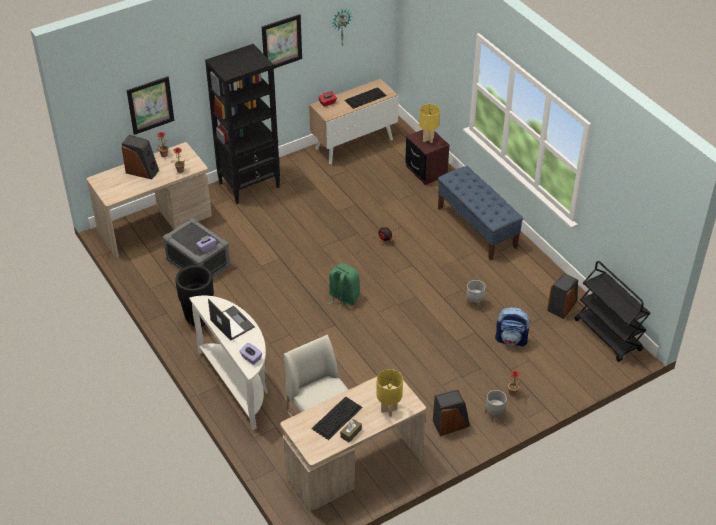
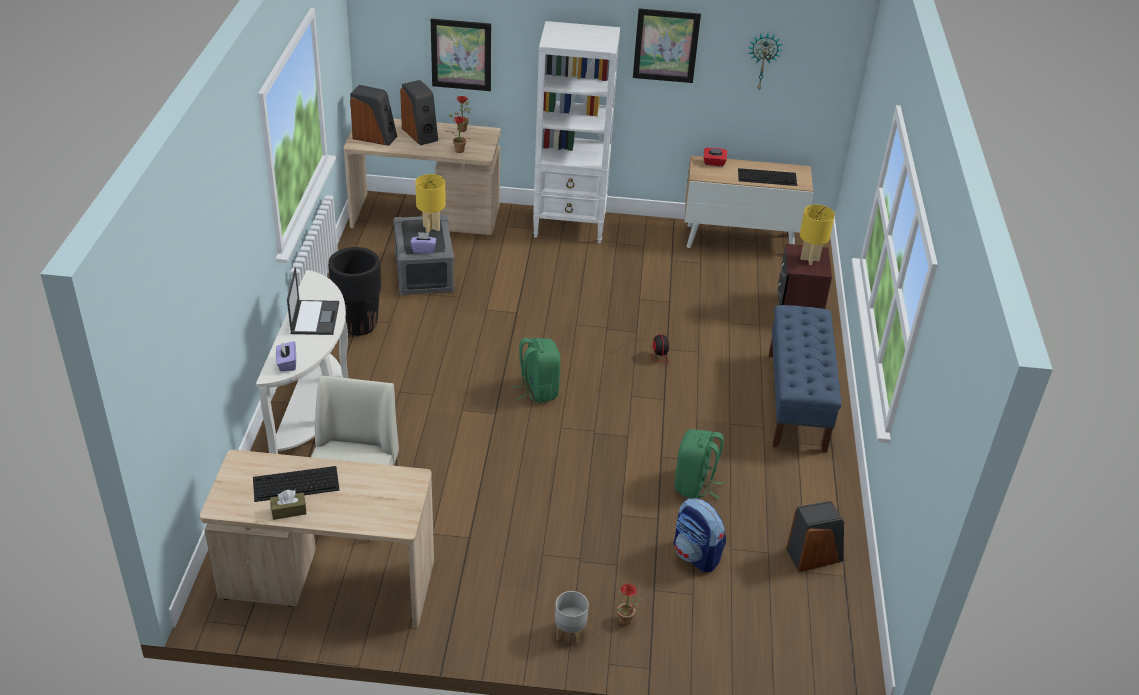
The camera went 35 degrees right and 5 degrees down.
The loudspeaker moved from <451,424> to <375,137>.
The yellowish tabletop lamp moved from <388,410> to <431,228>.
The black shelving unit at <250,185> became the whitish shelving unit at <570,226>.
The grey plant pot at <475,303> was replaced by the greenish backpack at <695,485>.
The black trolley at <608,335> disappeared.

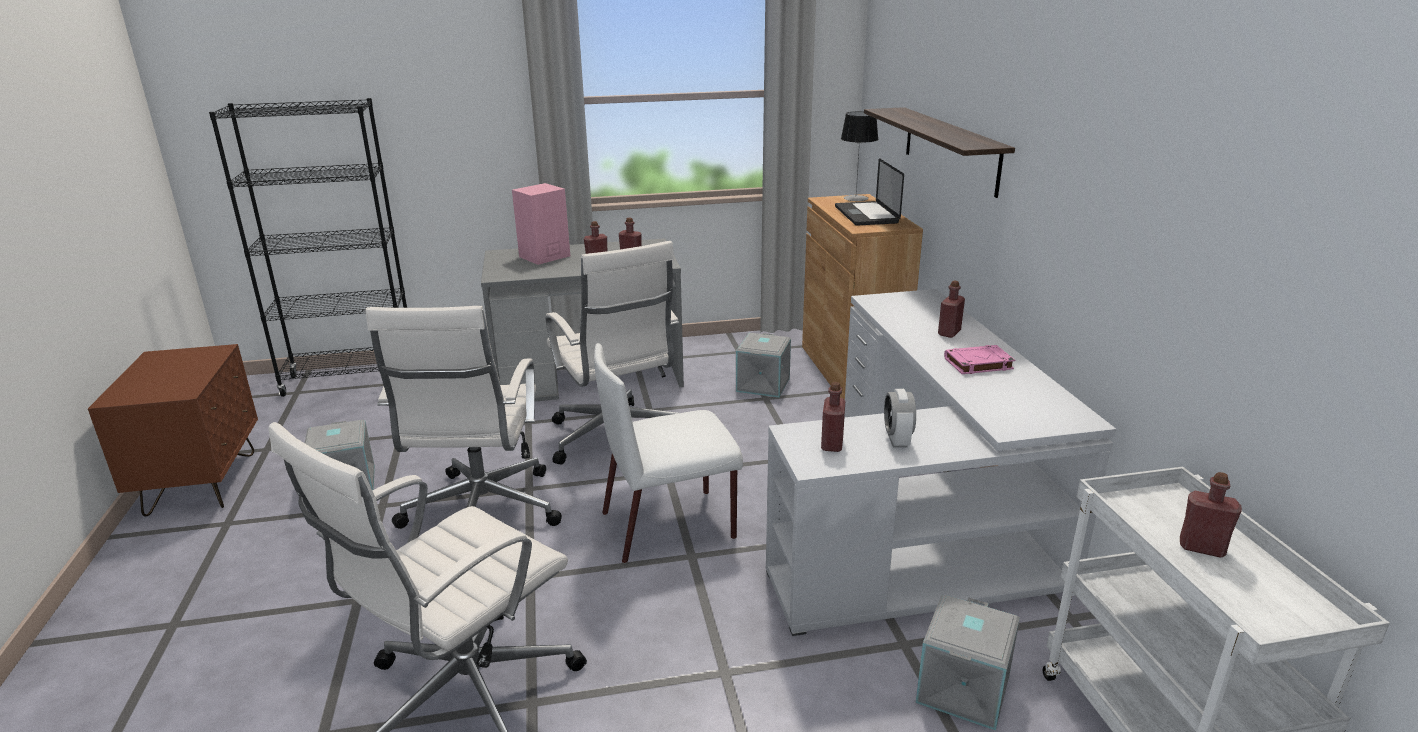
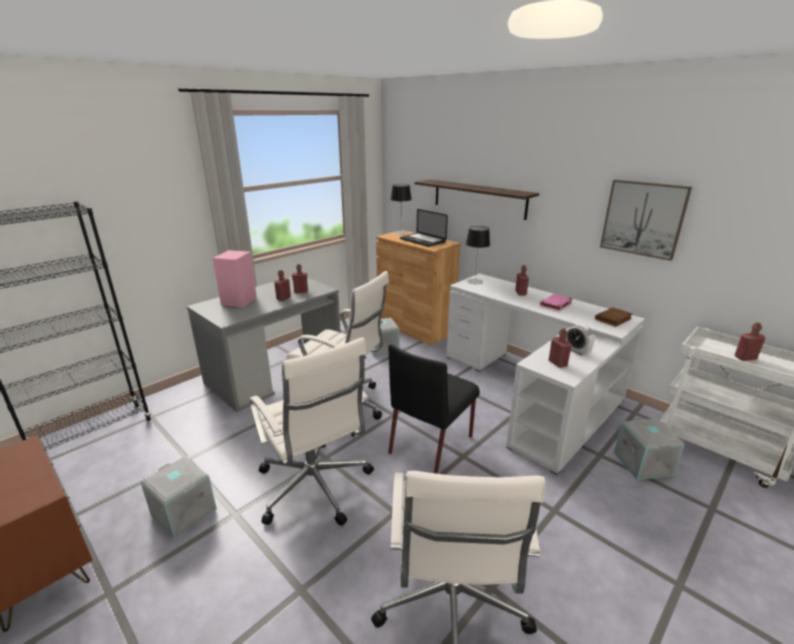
The camera went 35 degrees left and 0 degrees up.
The whitish plain chair at <670,525> became the black plain chair at <432,443>.
The tabletop lamp at <475,281> appeared.
The brown bound book at <613,319> appeared.
The picture at <643,218> appeared.

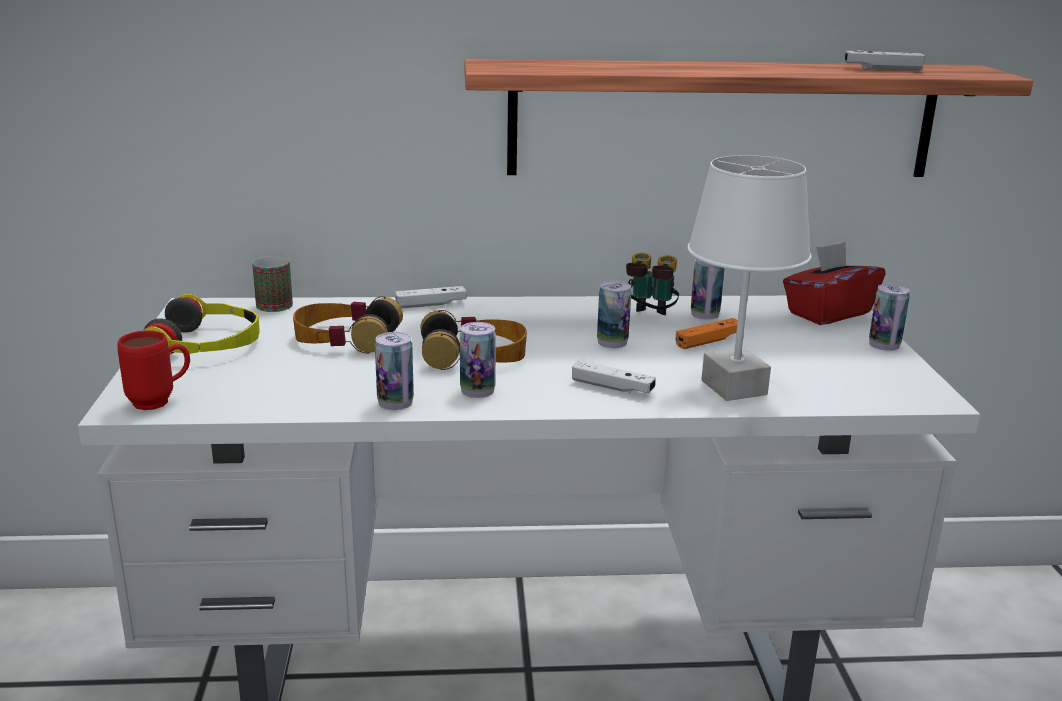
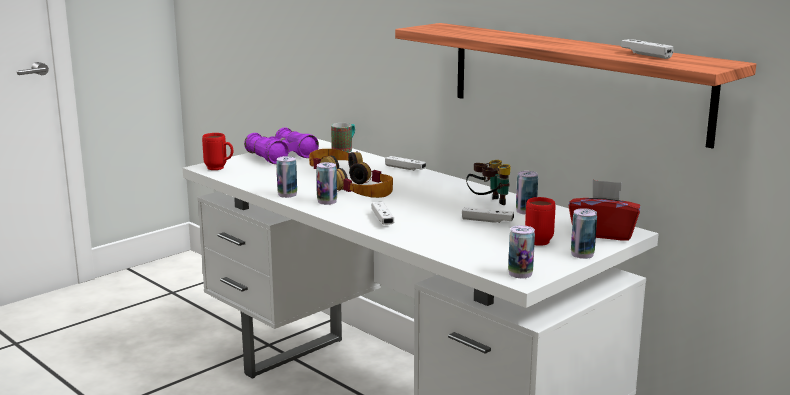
The camera went 50 degrees right and 5 degrees down.
The headset at <207,344> was replaced by the purplish field glasses at <281,156>.
The orangey gamepad at <708,341> became the whitish gamepad at <487,221>.
The metal can moved from <612,342> to <520,274>.
The red coffee mug at <536,240> appeared.
The whitish tabletop lamp at <732,387> disappeared.

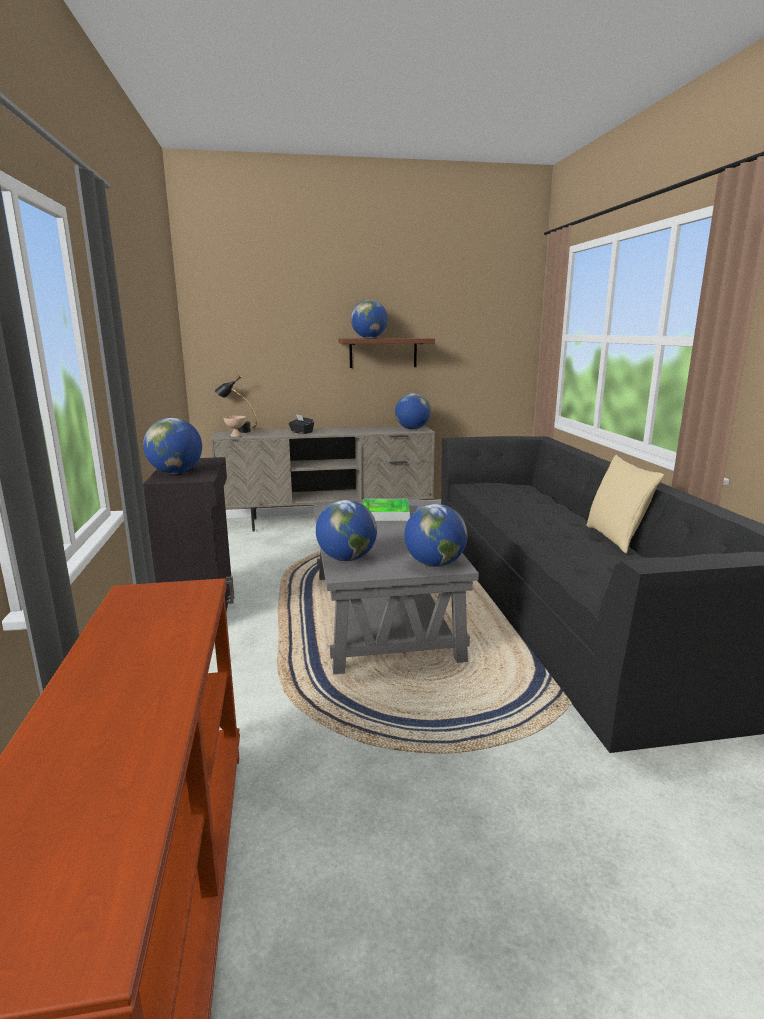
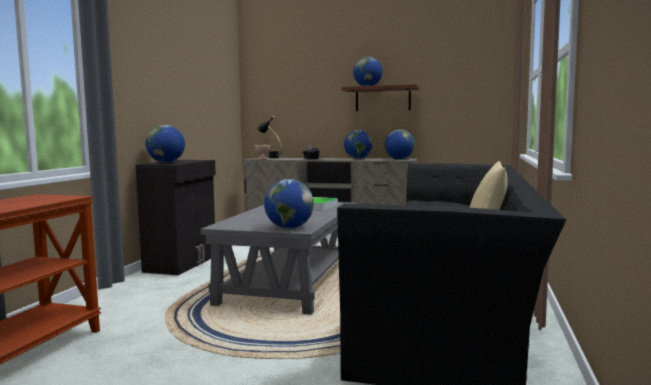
The camera went 25 degrees right and 10 degrees down.
The world globe moved from <347,559> to <358,158>.

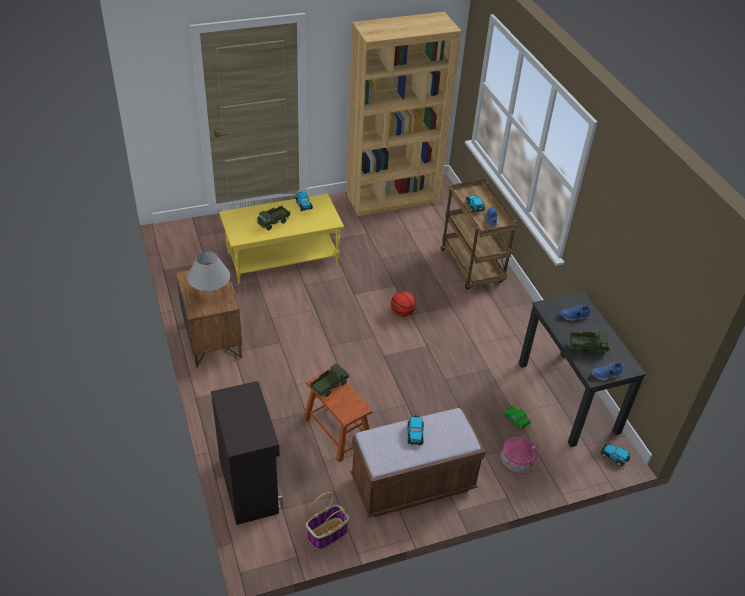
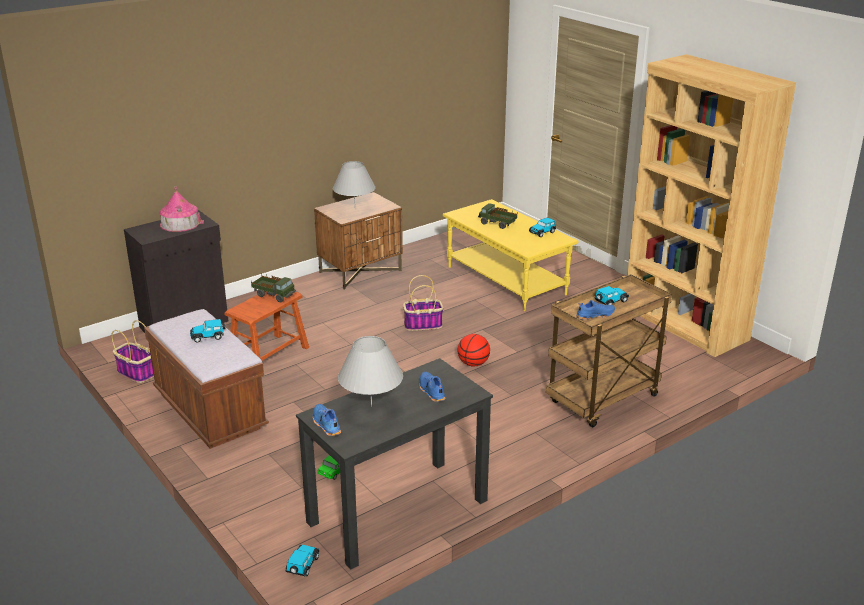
The camera went 75 degrees right and 15 degrees down.
The model house moved from <517,458> to <180,223>.
The toy truck at <587,348> was replaced by the grey tabletop lamp at <371,406>.
The storage basket at <423,324> appeared.

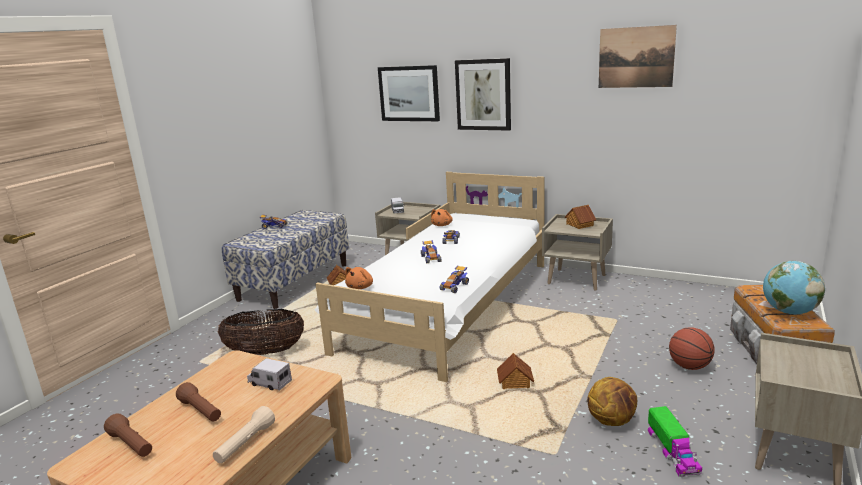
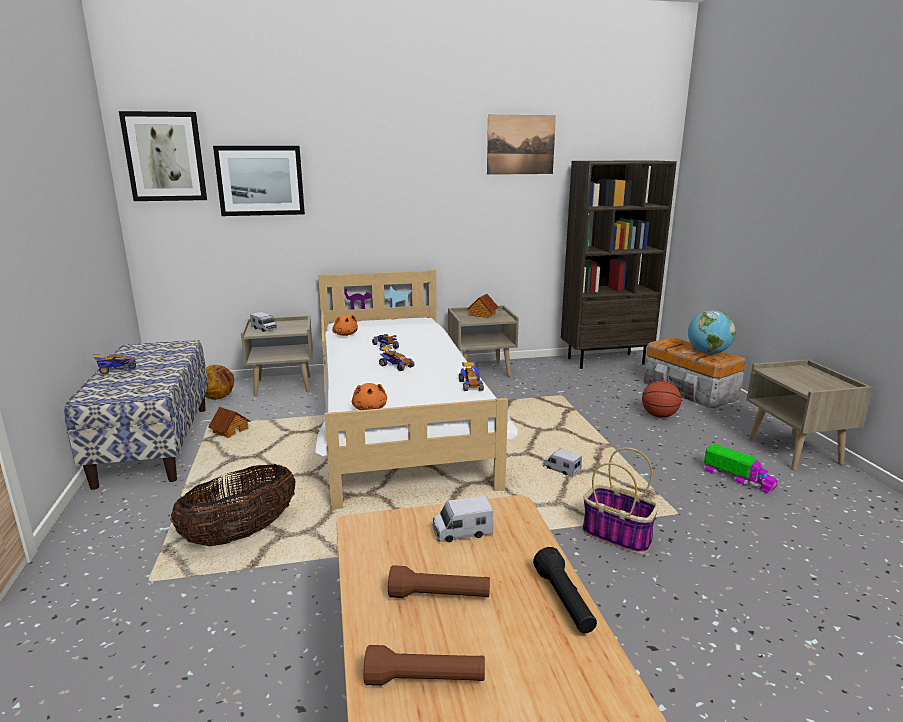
The camera went 40 degrees left and 0 degrees up.
The picture moved from <483,94> to <165,157>.
The basketball ball moved from <612,421> to <218,397>.
The sand-coloured torch at <245,444> became the black torch at <564,602>.
The model house at <514,383> was replaced by the toy truck at <561,469>.
The brown shelving unit at <605,361> appeared.
The storage basket at <618,535> appeared.

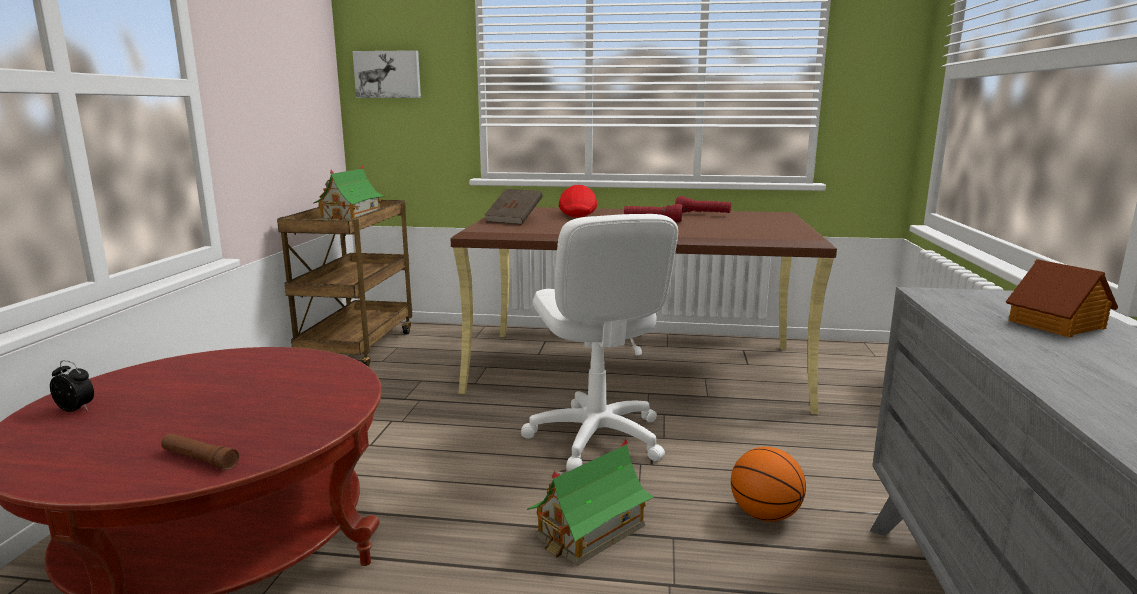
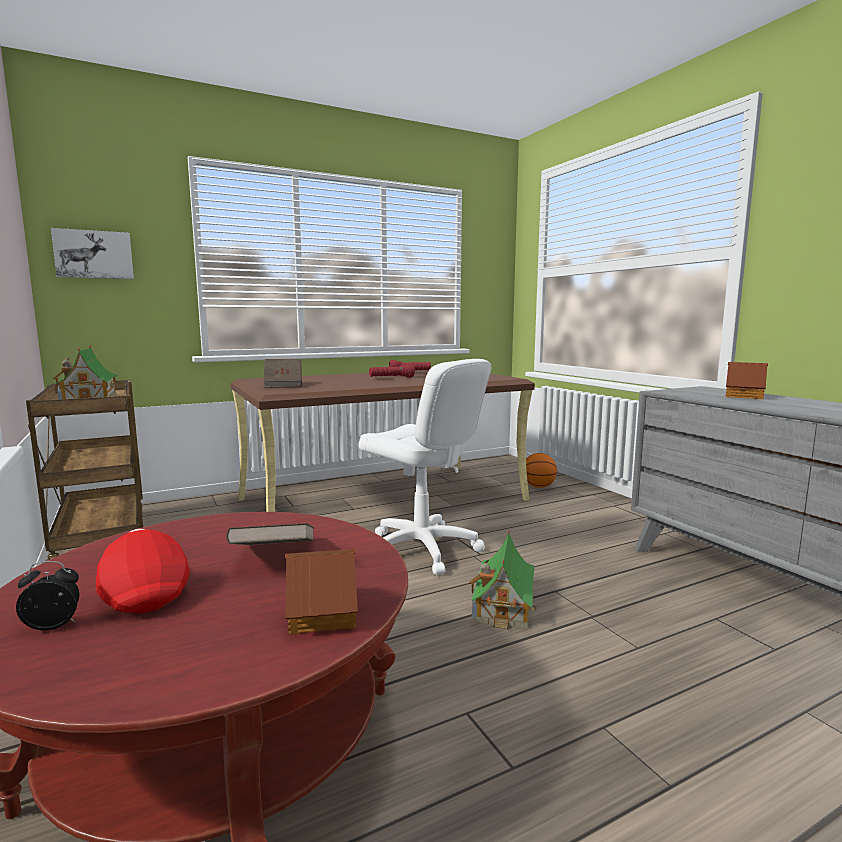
The camera went 35 degrees left and 5 degrees down.
The red cap moved from <578,214> to <145,593>.
The brown bound book at <275,558> appeared.
The brown torch at <199,459> was replaced by the model house at <321,612>.
The basketball ball moved from <765,515> to <538,487>.

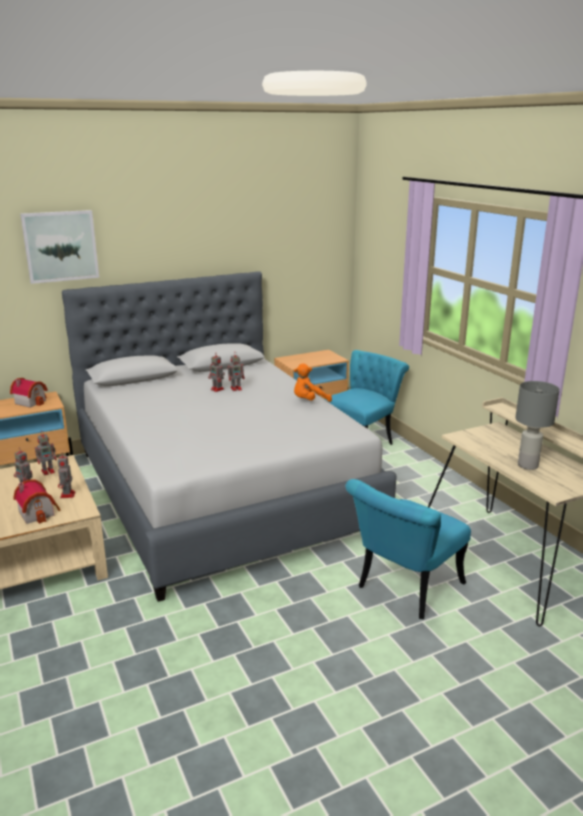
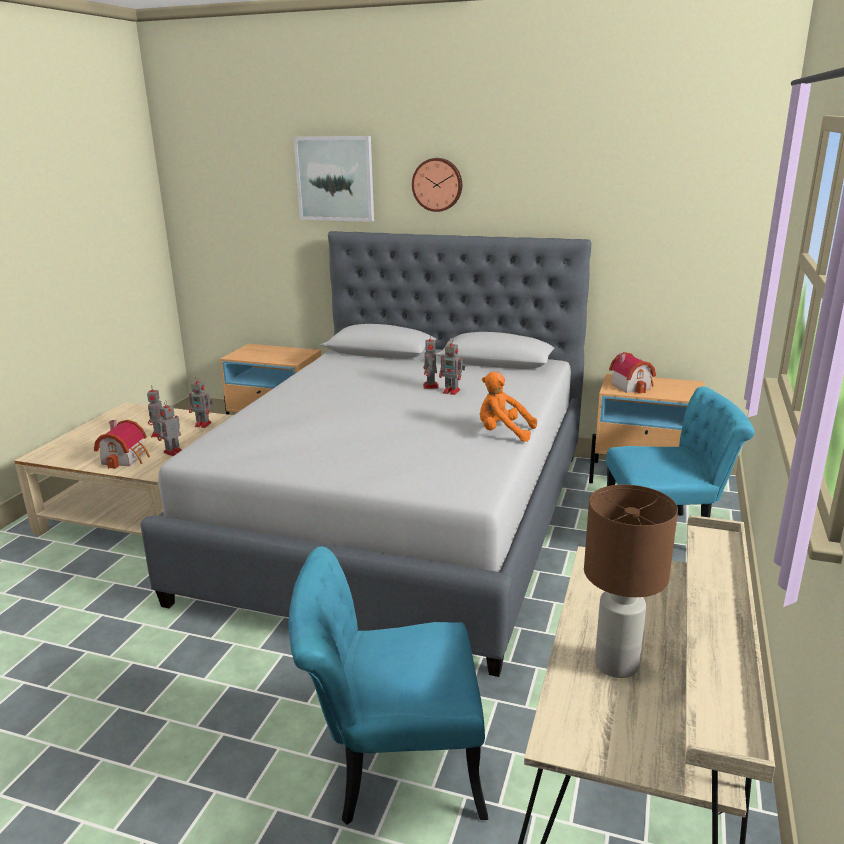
The camera went 45 degrees right and 0 degrees up.
The hanging clock at <437,184> appeared.
The grey tabletop lamp at <527,465> became the brown tabletop lamp at <615,664>.
The model house moved from <31,401> to <632,386>.

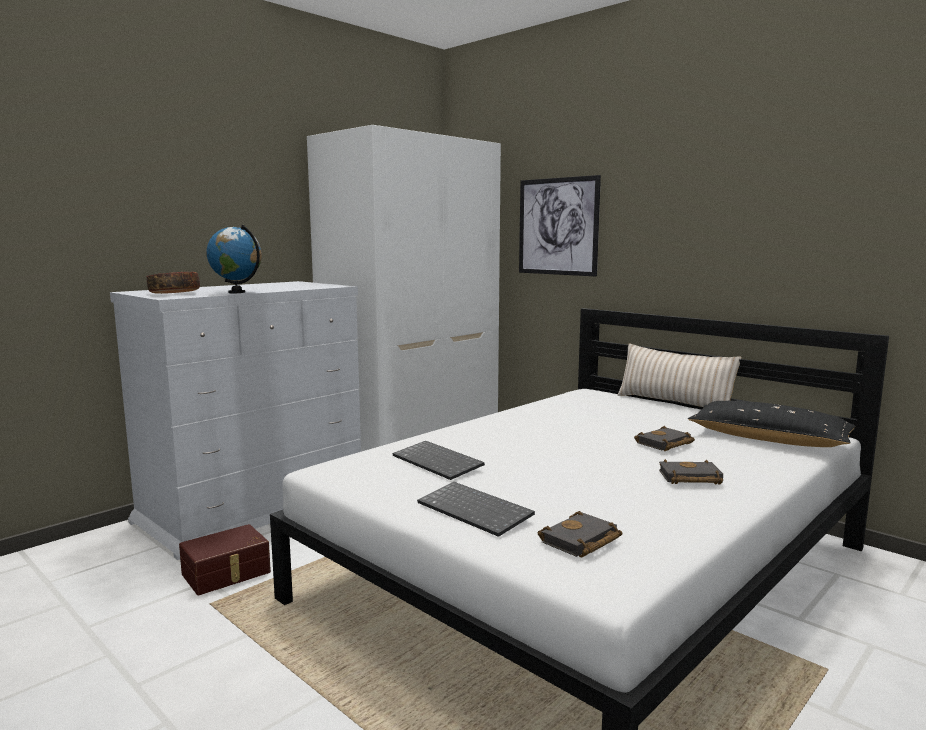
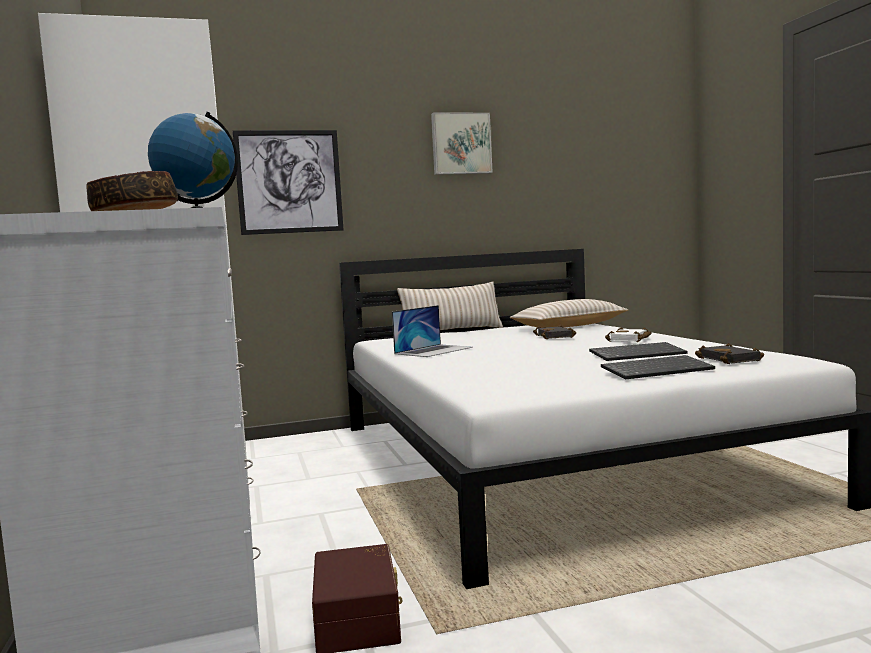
The camera went 60 degrees left and 5 degrees down.
The portable computer at <434,350> appeared.
The picture at <460,144> appeared.
The black cushion at <768,439> became the sand-coloured cushion at <569,326>.
The keyboard moved from <439,462> to <637,354>.
The black bound book at <689,478> became the whitish bound book at <630,339>.

